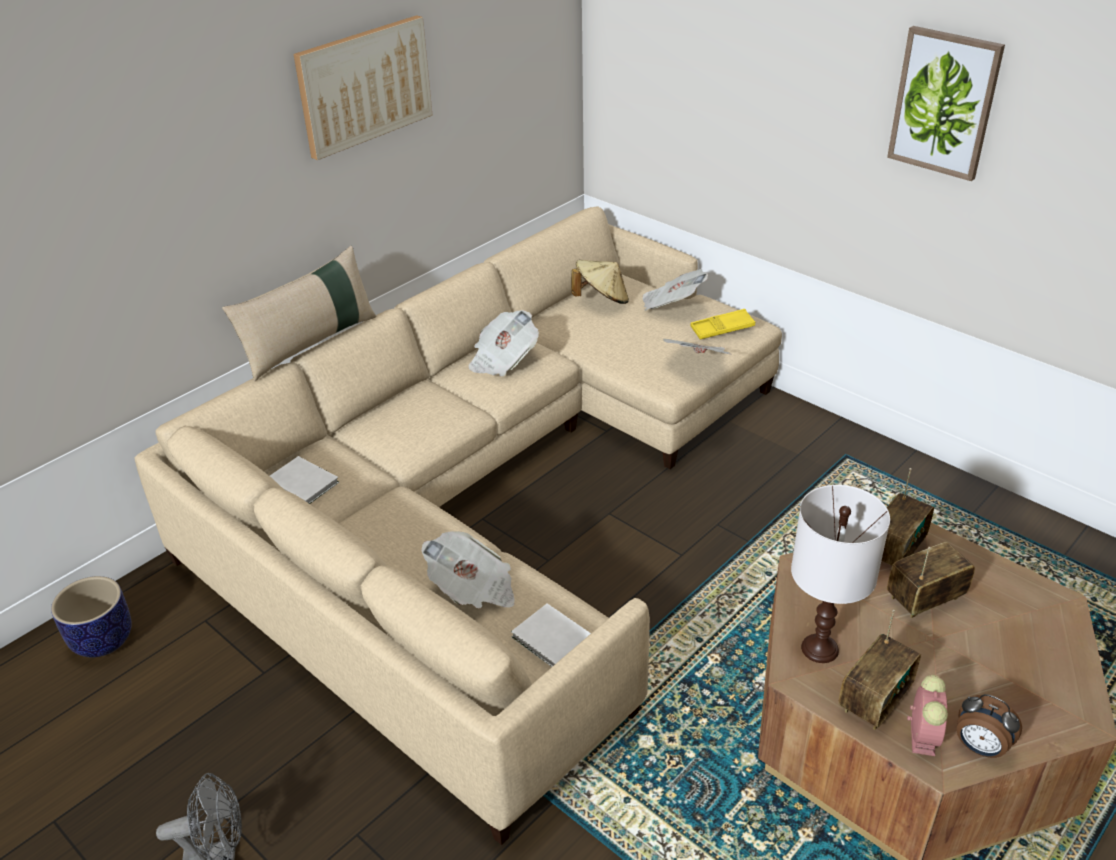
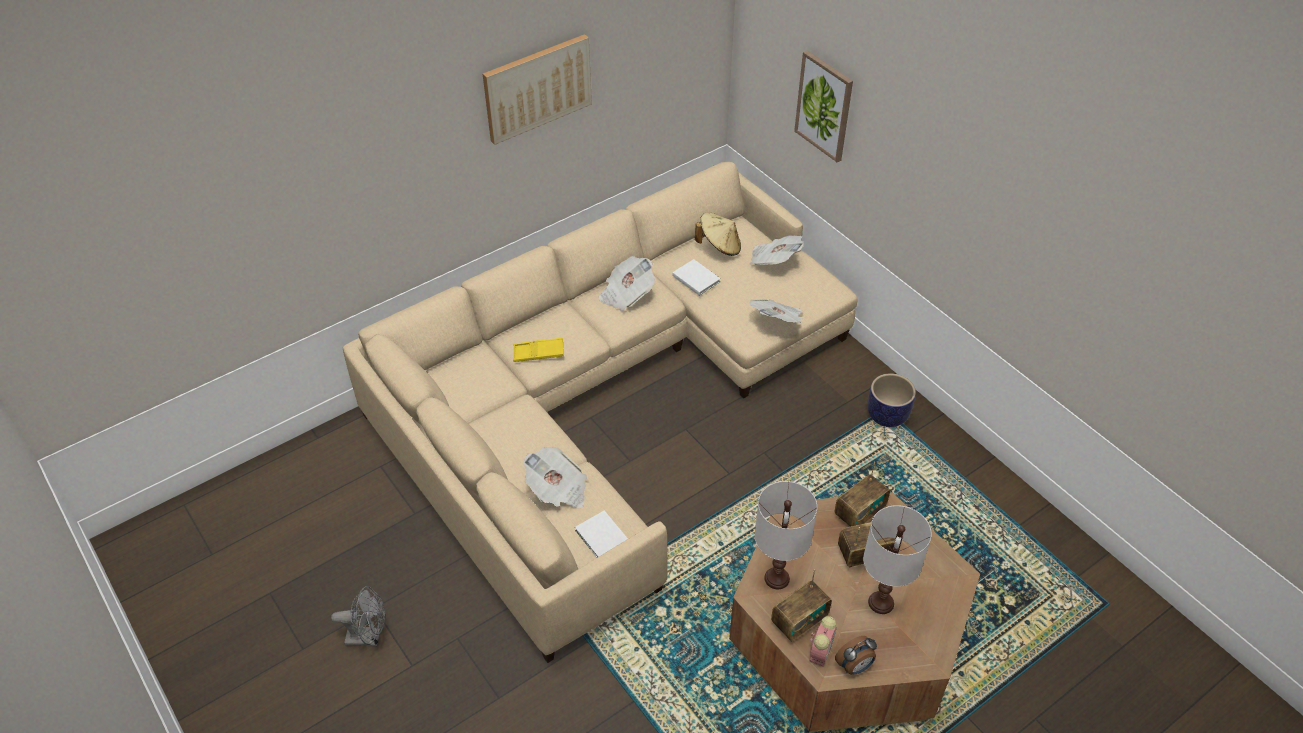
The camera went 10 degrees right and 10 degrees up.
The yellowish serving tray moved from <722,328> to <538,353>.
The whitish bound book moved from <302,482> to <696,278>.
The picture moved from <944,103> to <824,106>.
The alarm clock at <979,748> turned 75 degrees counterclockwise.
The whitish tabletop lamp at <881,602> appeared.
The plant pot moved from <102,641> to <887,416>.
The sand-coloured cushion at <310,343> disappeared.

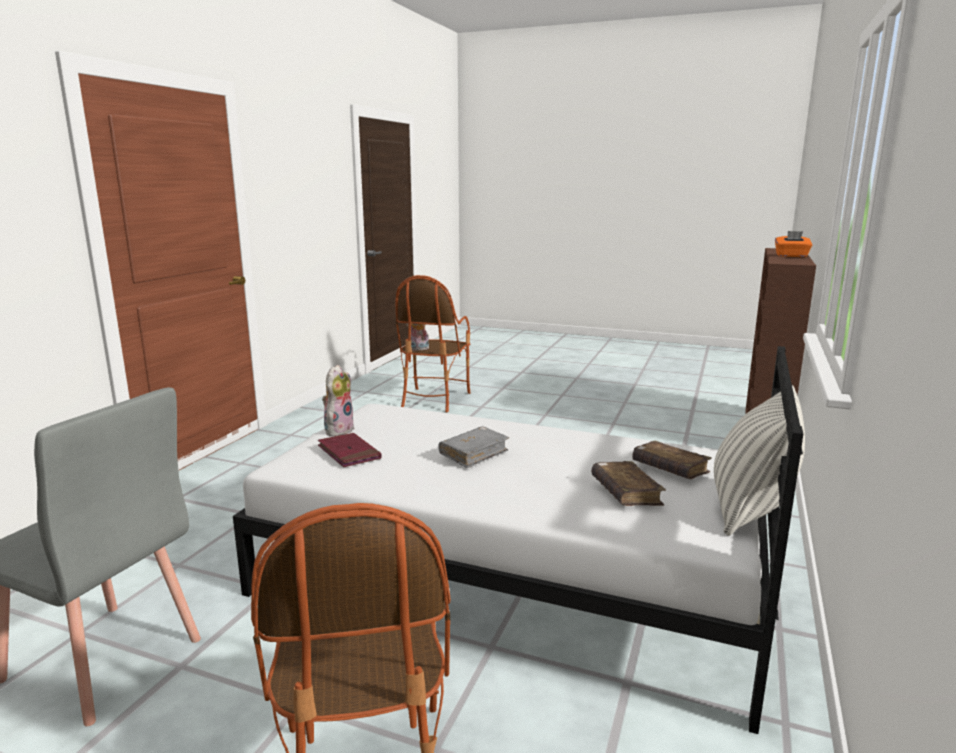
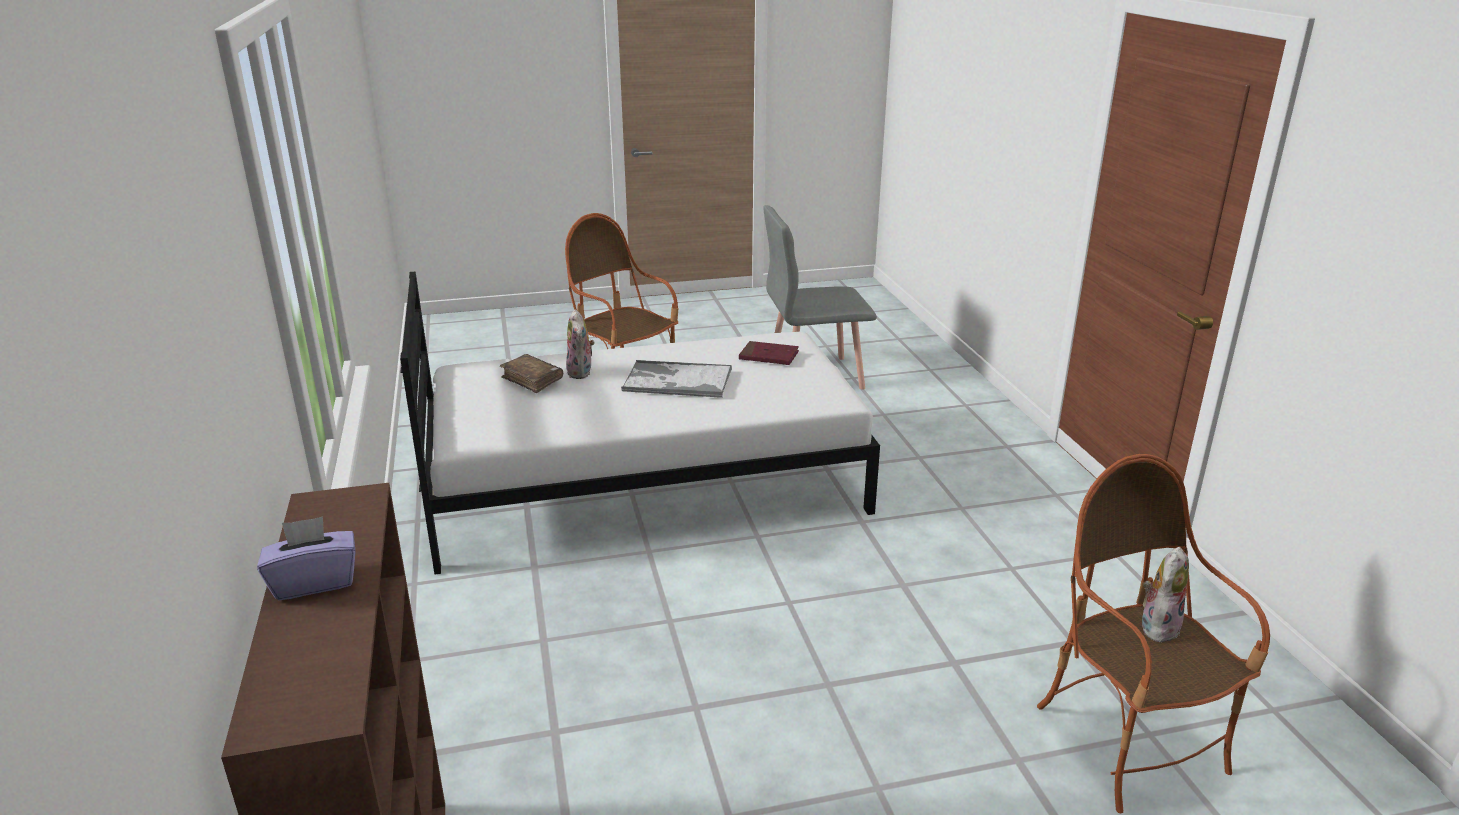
The camera went 145 degrees right and 10 degrees up.
The orangey tissue box at <791,256> became the purplish tissue box at <314,582>.
The cuddly toy moved from <338,430> to <581,373>.
The grey bound book at <474,454> was replaced by the serving tray at <676,380>.
The brown bound book at <670,469> disappeared.
The cushion at <751,509> disappeared.

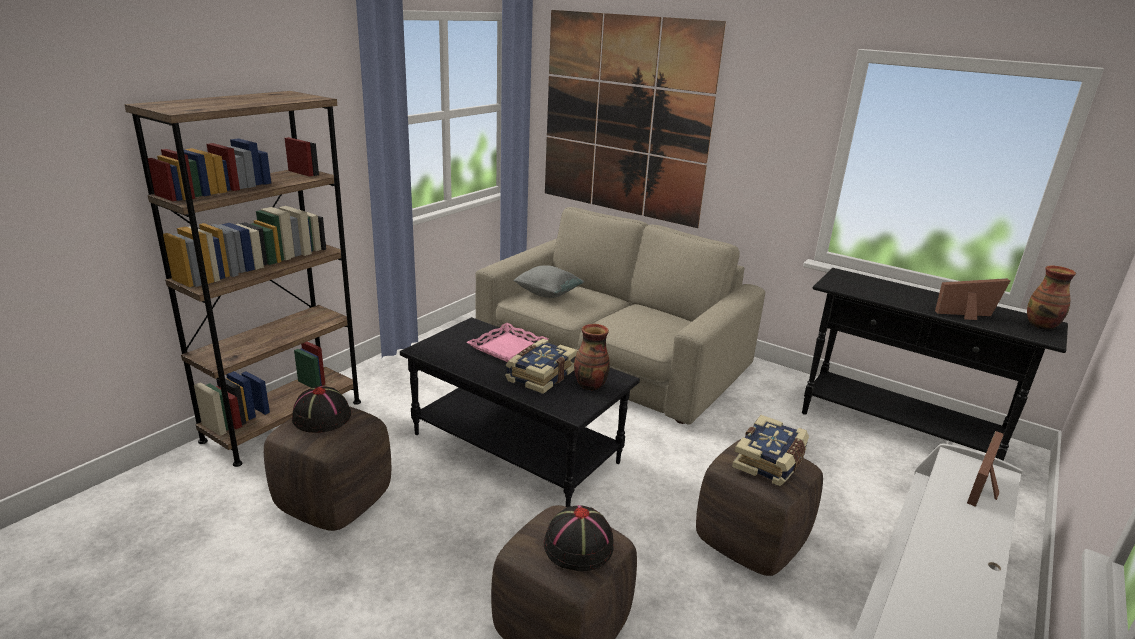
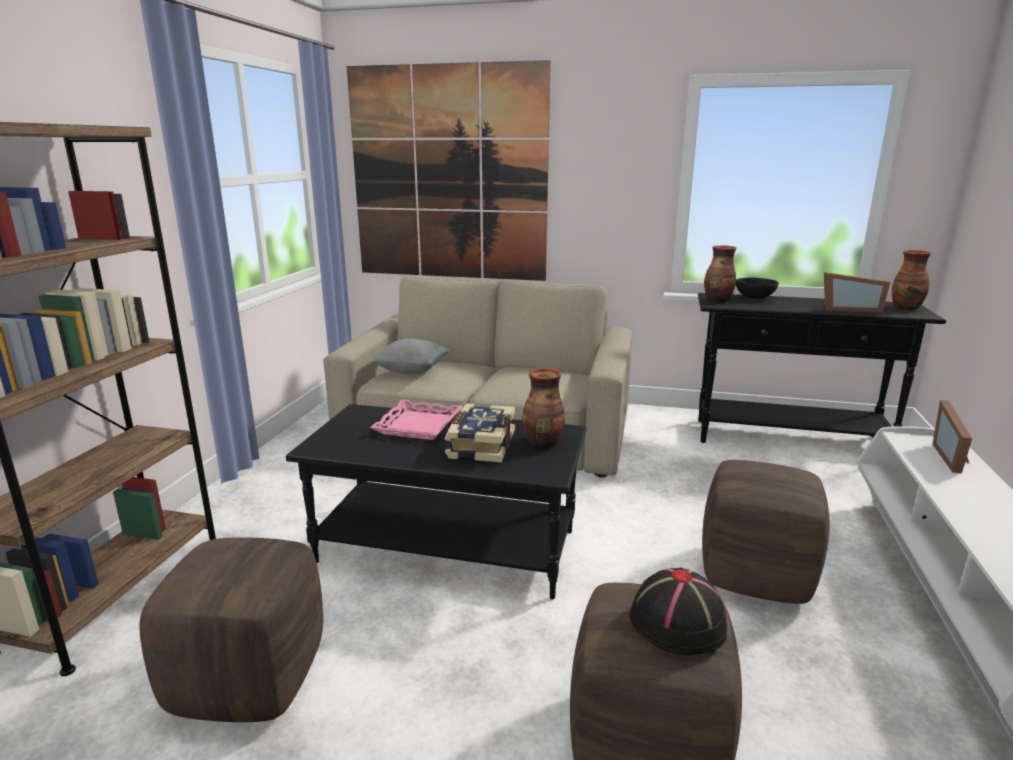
The camera went 20 degrees left and 5 degrees down.
The vase at <718,300> appeared.
The black bowl at <755,298> appeared.
The photo frame at <968,316> turned 150 degrees counterclockwise.
The black wearable hat at <321,417> disappeared.
The bound book at <770,461> disappeared.

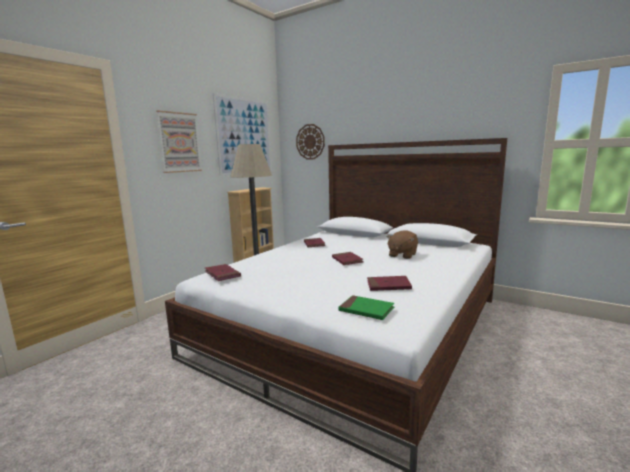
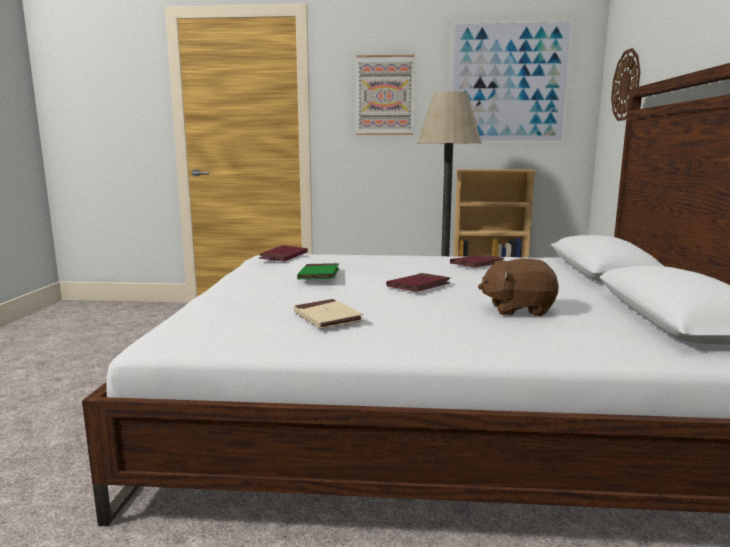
The camera went 60 degrees right and 0 degrees up.
The red bound book at <388,286> became the sand-coloured bound book at <327,318>.
The greenish bound book moved from <366,310> to <319,275>.

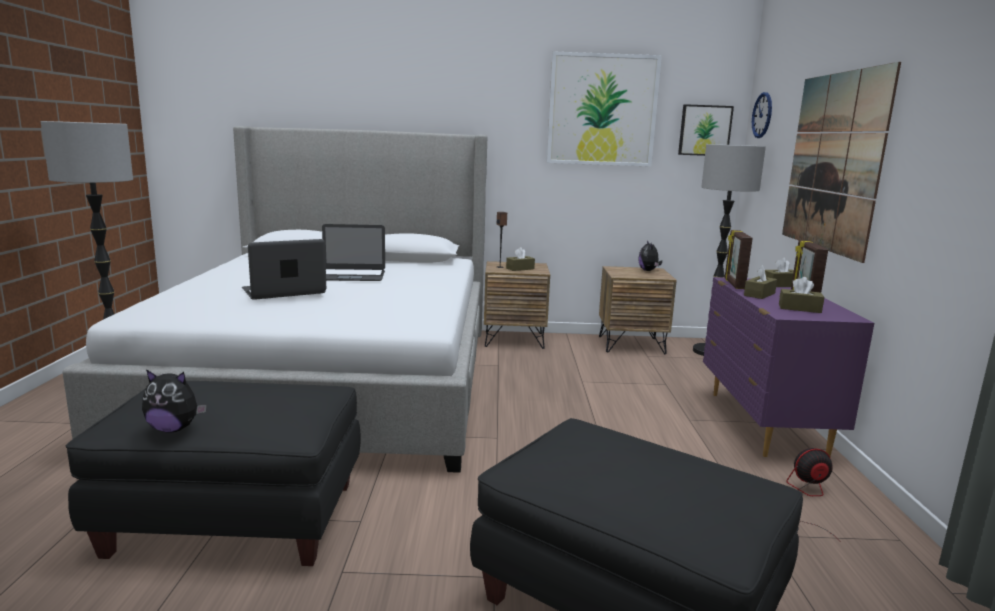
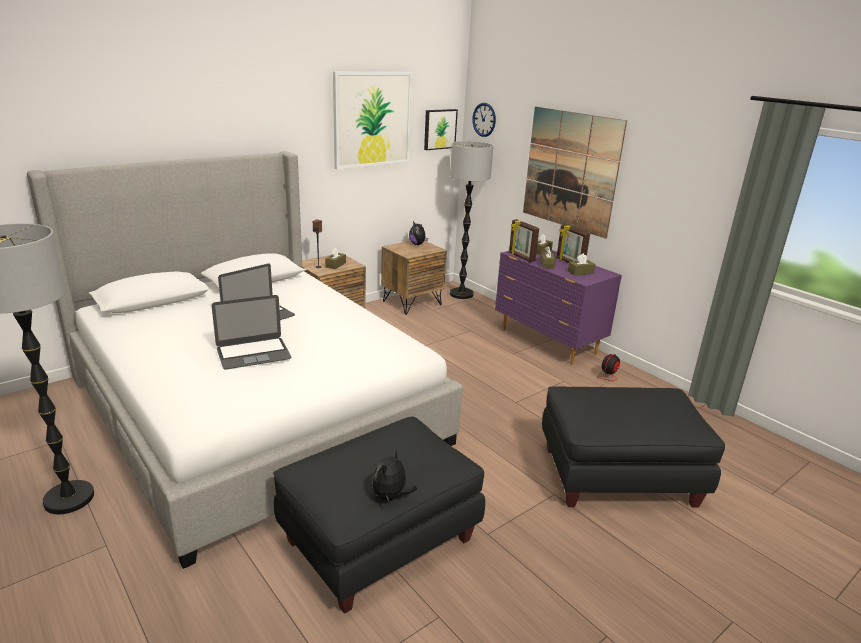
The camera went 40 degrees left and 10 degrees up.
The portable computer at <284,291> turned 135 degrees counterclockwise.
The cuddly toy at <174,429> turned 150 degrees clockwise.

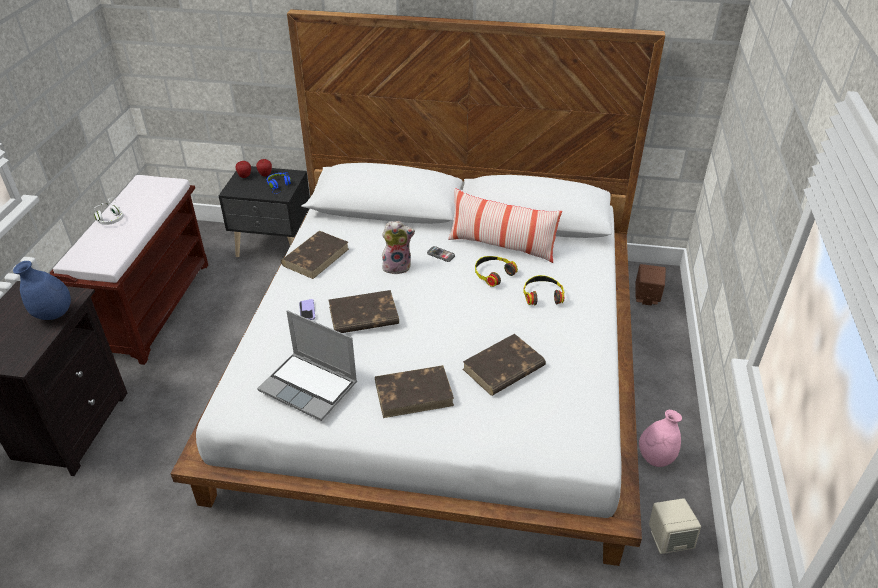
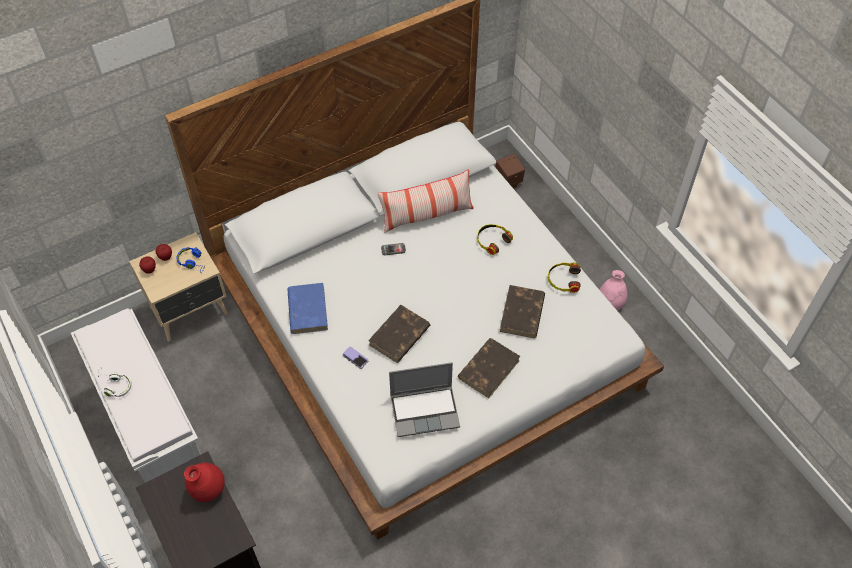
The camera went 40 degrees left and 15 degrees up.
The brown long seat at <152,306> became the whitish long seat at <154,431>.
The black night table at <275,247> became the sand-coloured night table at <190,311>.
The blue-coloured vase at <54,315> became the red vase at <208,490>.
The brown bound book at <316,257> became the blue-coloured bound book at <307,309>.
The headset moved from <493,274> to <563,280>.
The cuddly toy at <397,266> disappeared.
The sand-coloured loudspeaker at <669,539> disappeared.

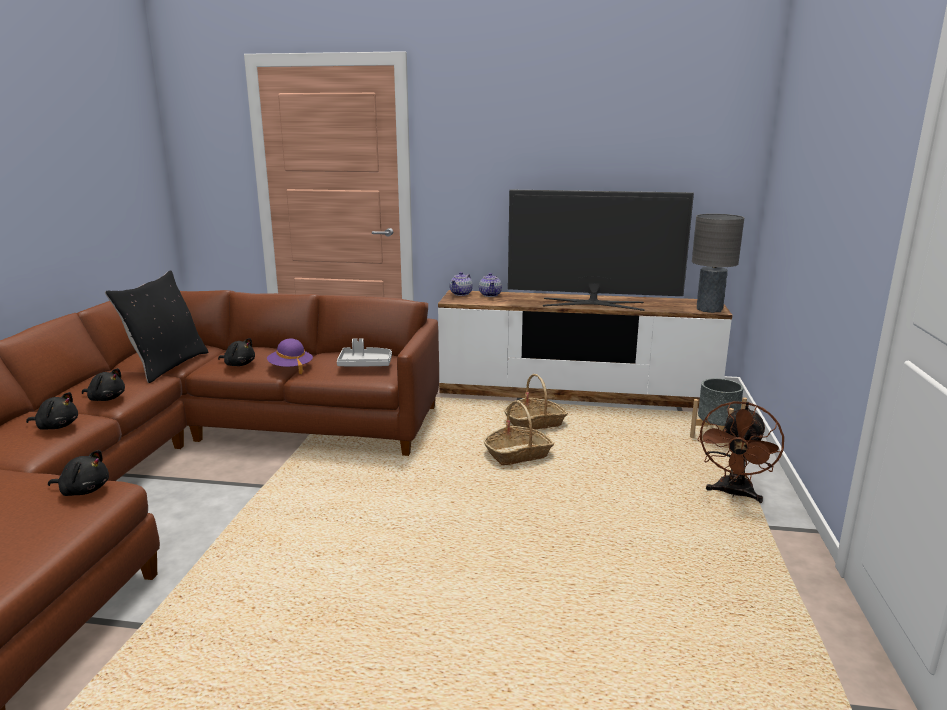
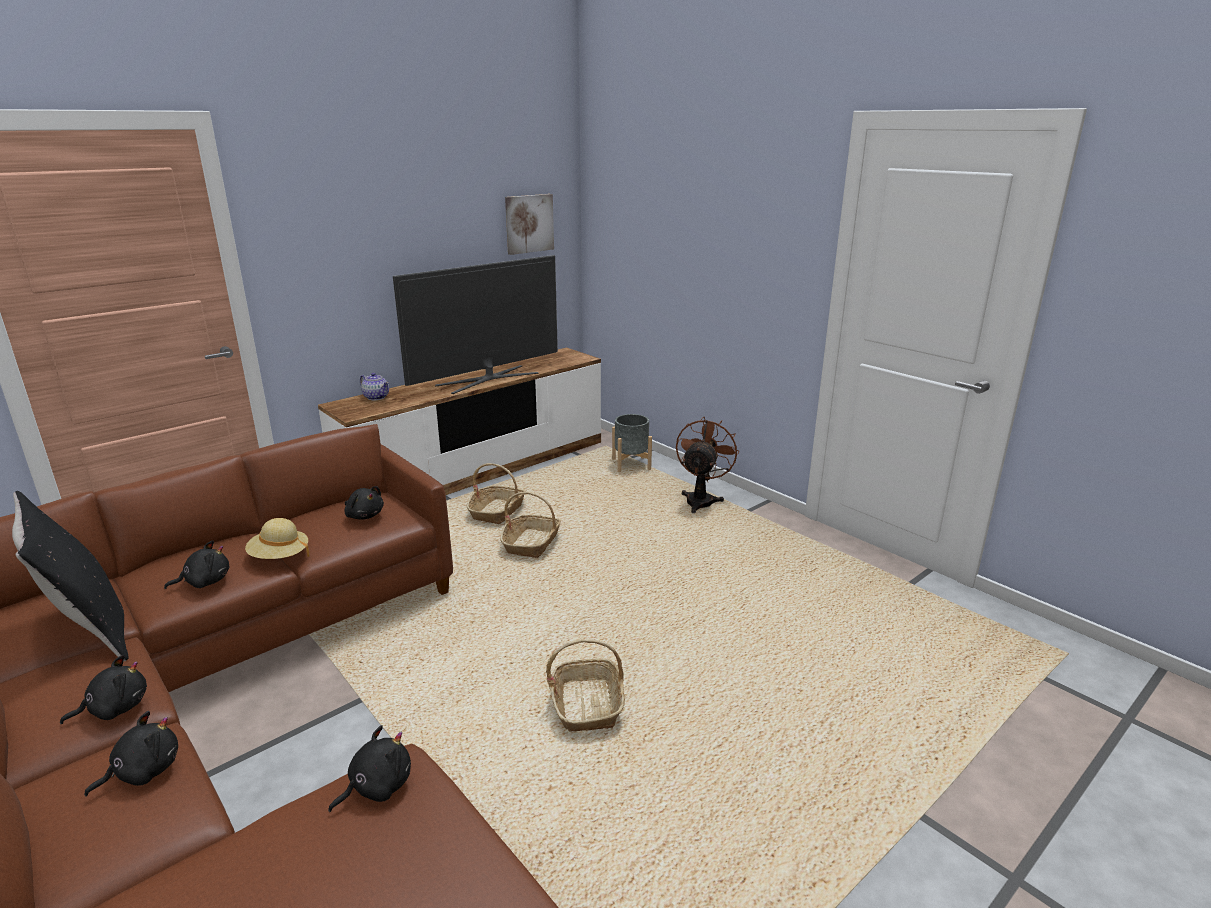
The camera went 50 degrees left and 5 degrees up.
The purplish wearable hat at <290,368> became the sand-coloured wearable hat at <279,556>.
The grey serving tray at <365,364> was replaced by the black cuddly toy at <364,515>.
The picture at <529,223> appeared.
The storage basket at <587,705> appeared.
The brown electric fan at <733,494> turned 135 degrees counterclockwise.
The teapot at <461,294> disappeared.
The grey tabletop lamp at <709,309> disappeared.

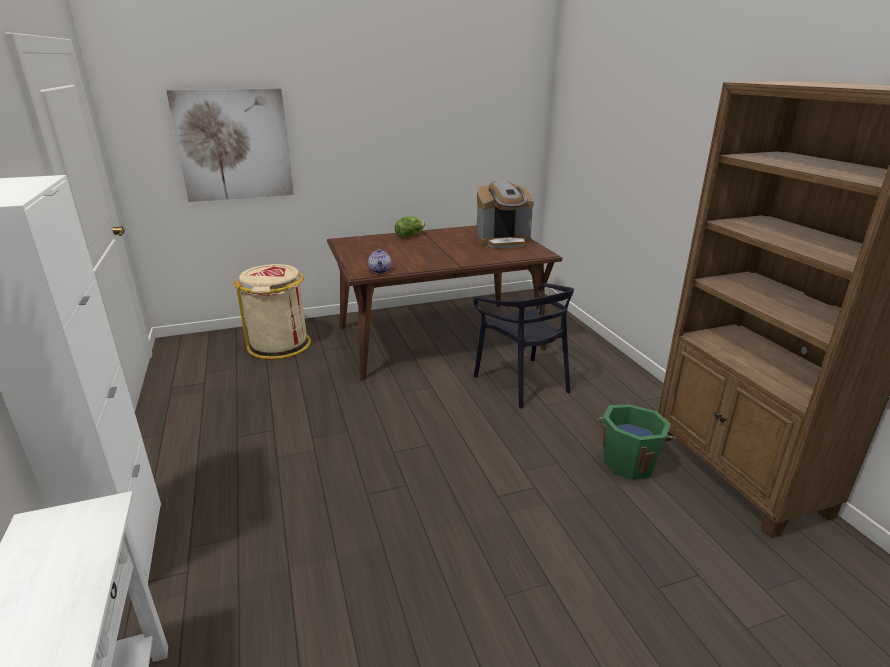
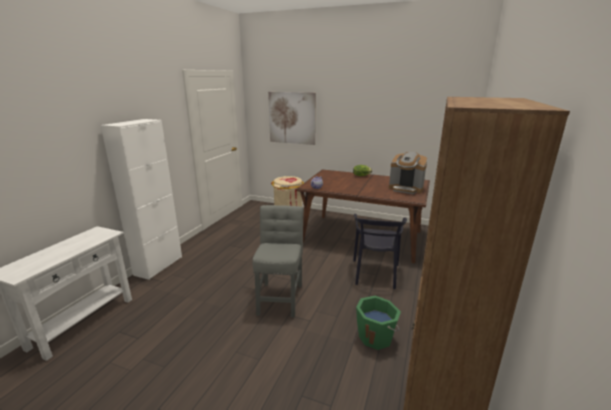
The camera went 40 degrees right and 5 degrees down.
The grey plain chair at <280,297> appeared.

